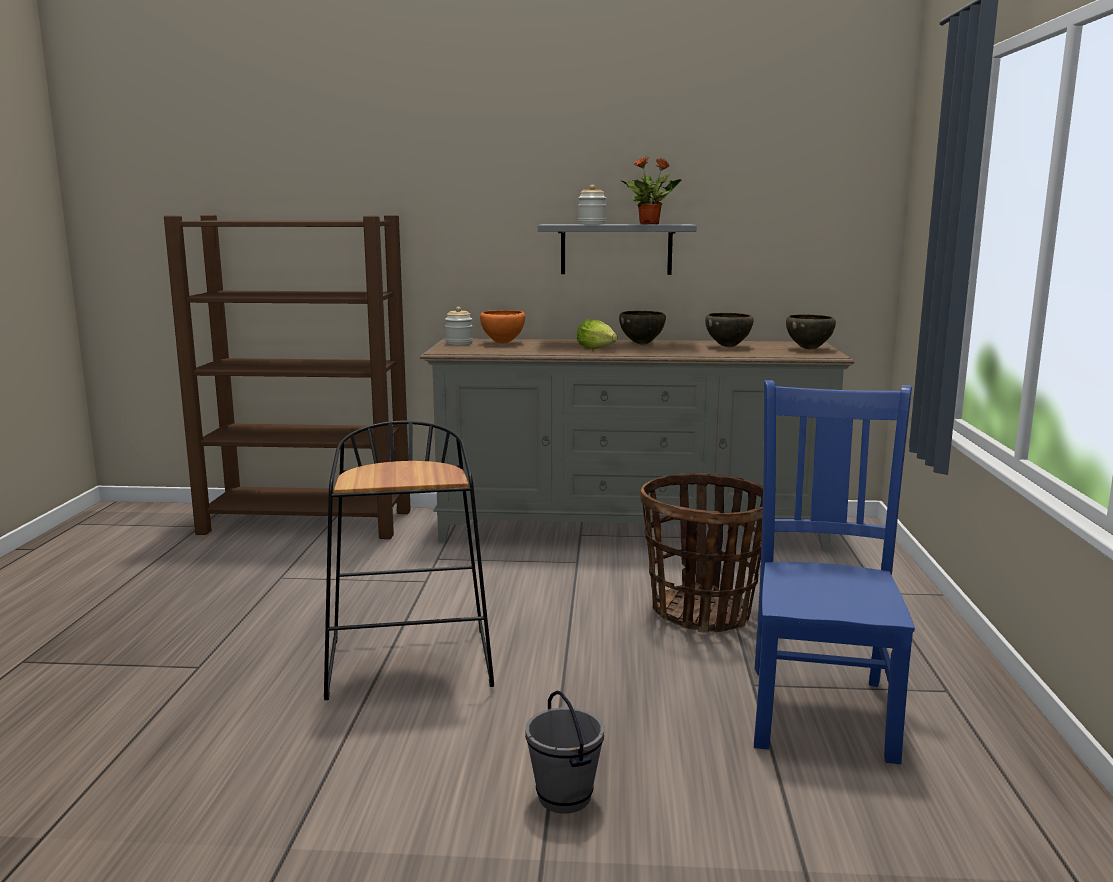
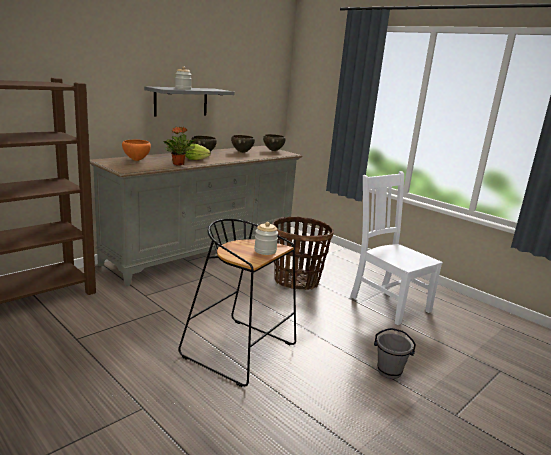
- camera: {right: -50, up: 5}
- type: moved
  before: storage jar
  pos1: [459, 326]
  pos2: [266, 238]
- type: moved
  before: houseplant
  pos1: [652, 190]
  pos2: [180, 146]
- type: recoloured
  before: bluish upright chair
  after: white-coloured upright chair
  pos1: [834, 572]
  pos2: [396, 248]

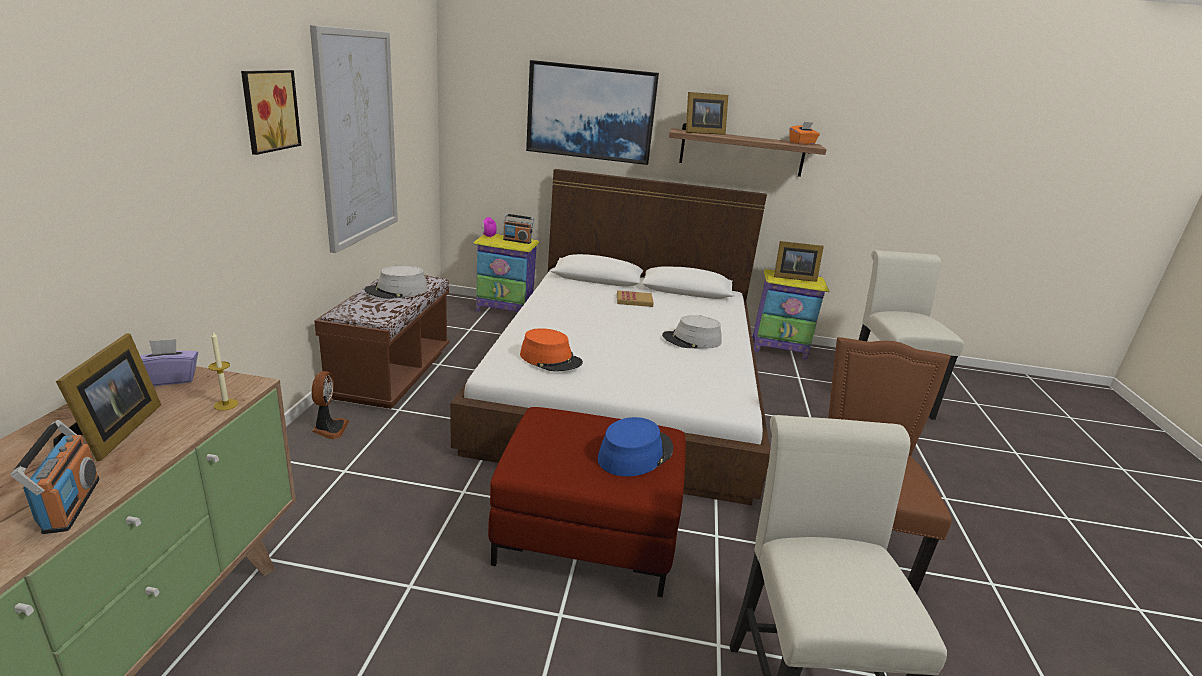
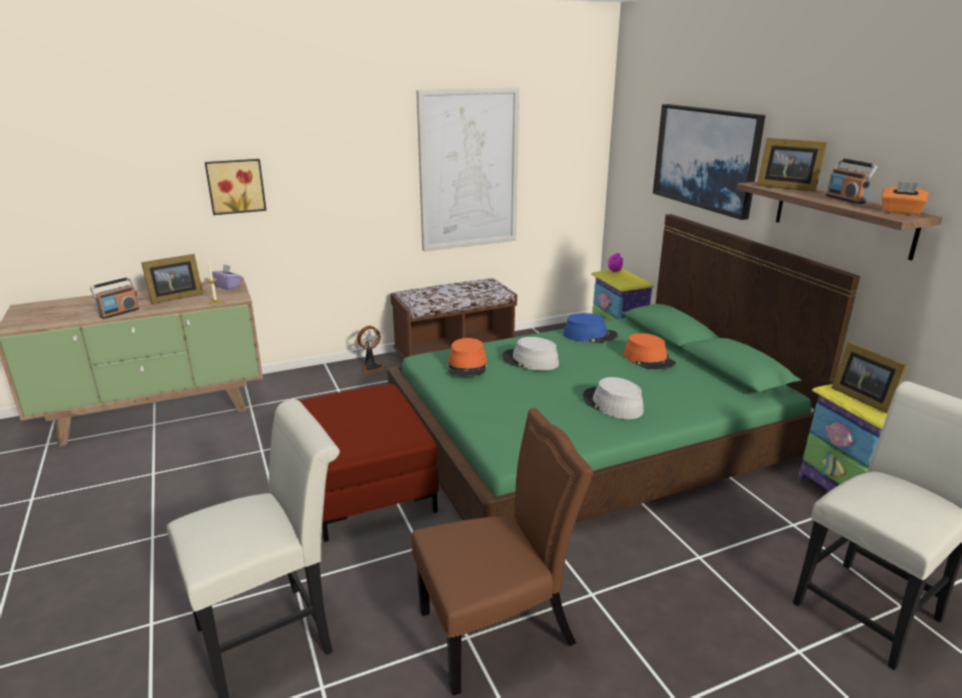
- camera: {right: 60, up: 0}
- type: moved
  before: picture
  pos1: [271, 112]
  pos2: [236, 187]
- type: moved
  before: gray clothing hat
  pos1: [396, 282]
  pos2: [530, 353]
- type: recoloured
  before: white-coloured bedroom bed
  after: green bedroom bed
  pos1: [610, 337]
  pos2: [623, 368]
- type: moved
  before: radio
  pos1: [518, 229]
  pos2: [852, 181]
- type: moved
  before: bluish clothing hat
  pos1: [635, 446]
  pos2: [590, 328]
- type: replaced
  before: volume
  after: orange-coloured clothing hat
  pos1: [635, 298]
  pos2: [650, 351]

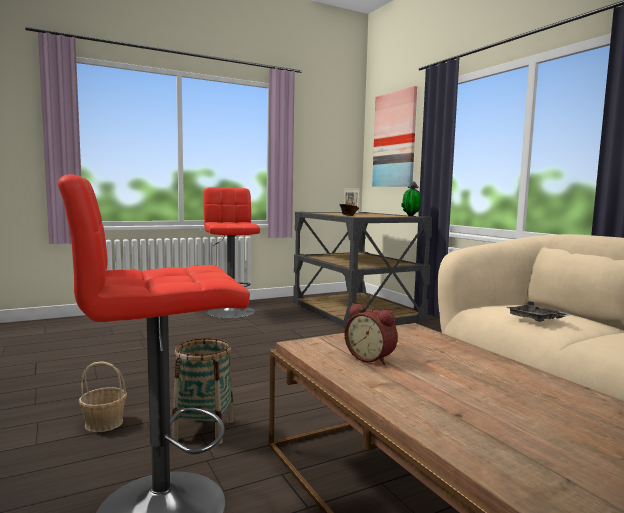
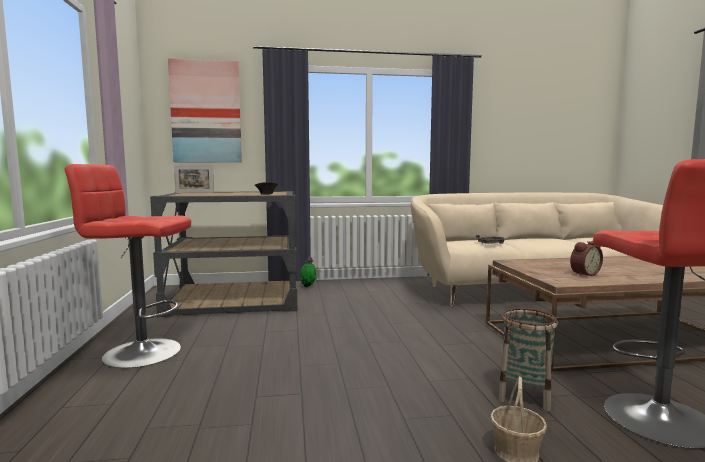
- camera: {right: -70, up: 0}
- type: moved
  before: houseplant
  pos1: [411, 198]
  pos2: [308, 271]

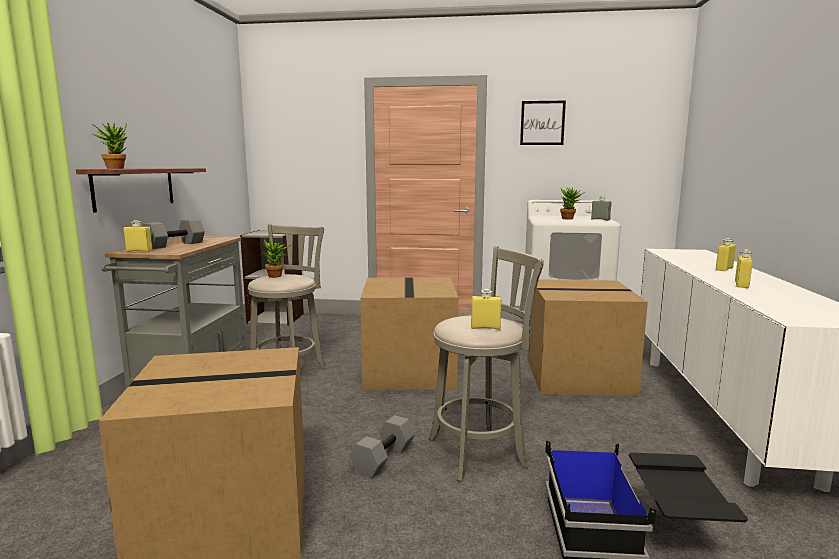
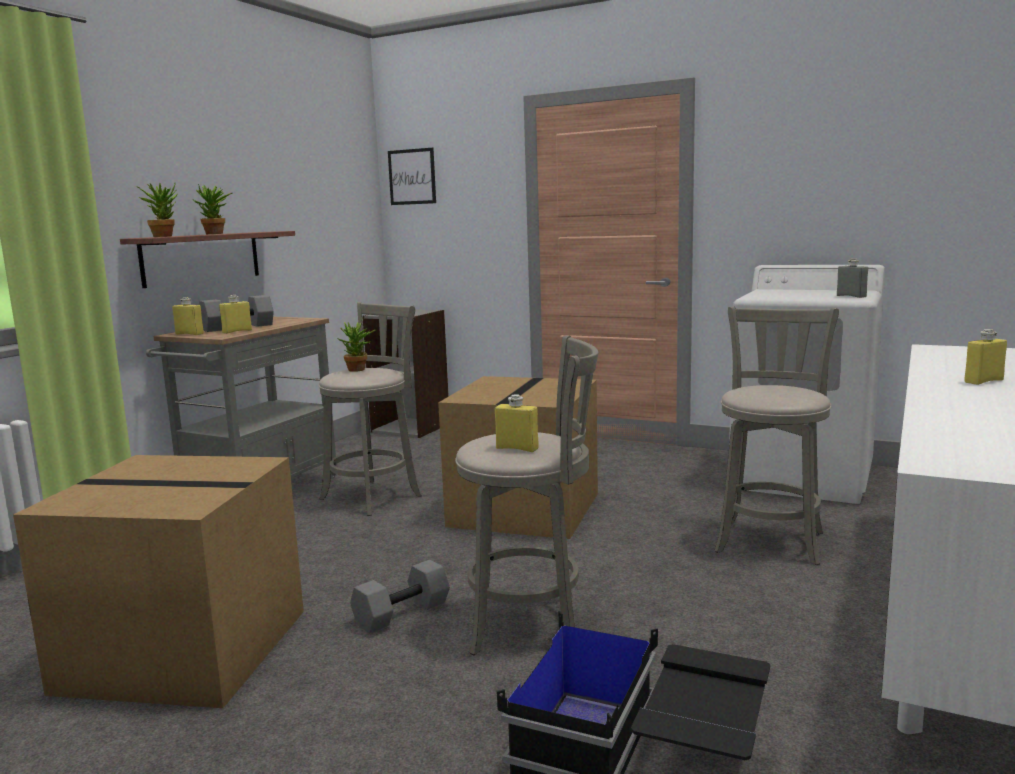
- camera: {right: 20, up: 0}
- type: moved
  before: picture
  pos1: [543, 123]
  pos2: [412, 176]
- type: replaced
  before: carton
  after: gray stool seat
  pos1: [587, 337]
  pos2: [776, 436]
- type: moved
  before: houseplant
  pos1: [572, 203]
  pos2: [213, 209]
- type: moved
  before: yellow beverage bottle
  pos1: [744, 268]
  pos2: [235, 314]

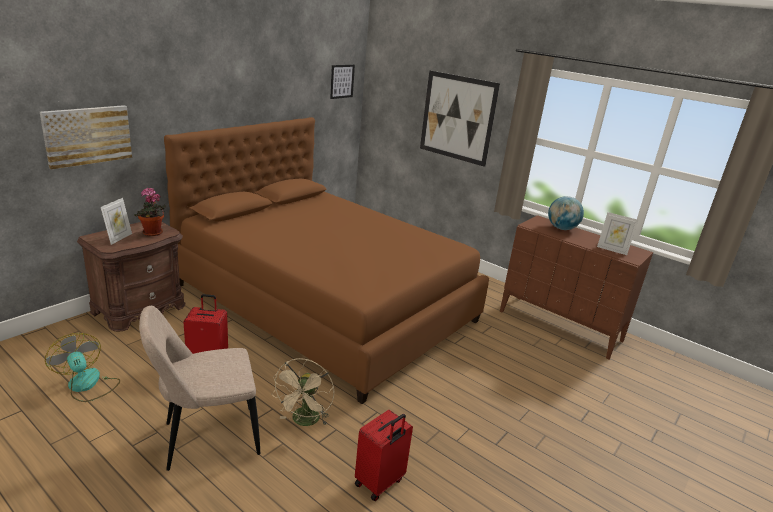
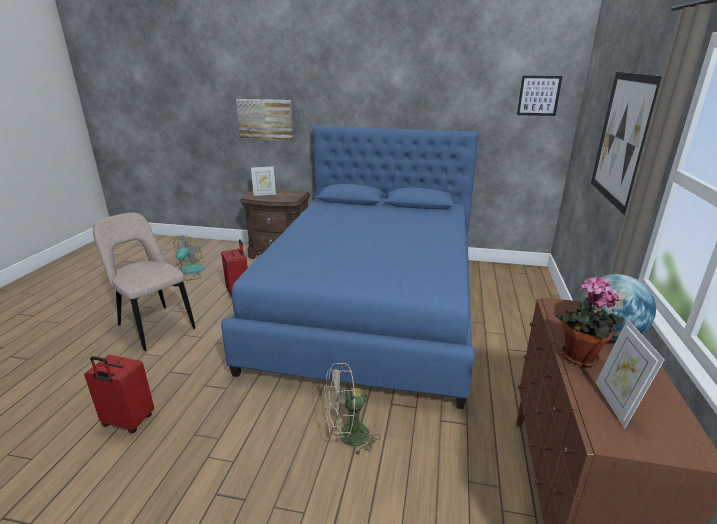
- camera: {right: 65, up: 0}
- type: moved
  before: houseplant
  pos1: [150, 212]
  pos2: [590, 321]
- type: recoloured
  before: brown bedroom bed
  after: bluish bedroom bed
  pos1: [326, 260]
  pos2: [350, 267]
- type: moved
  before: sand-coloured cooling fan
  pos1: [302, 392]
  pos2: [352, 409]

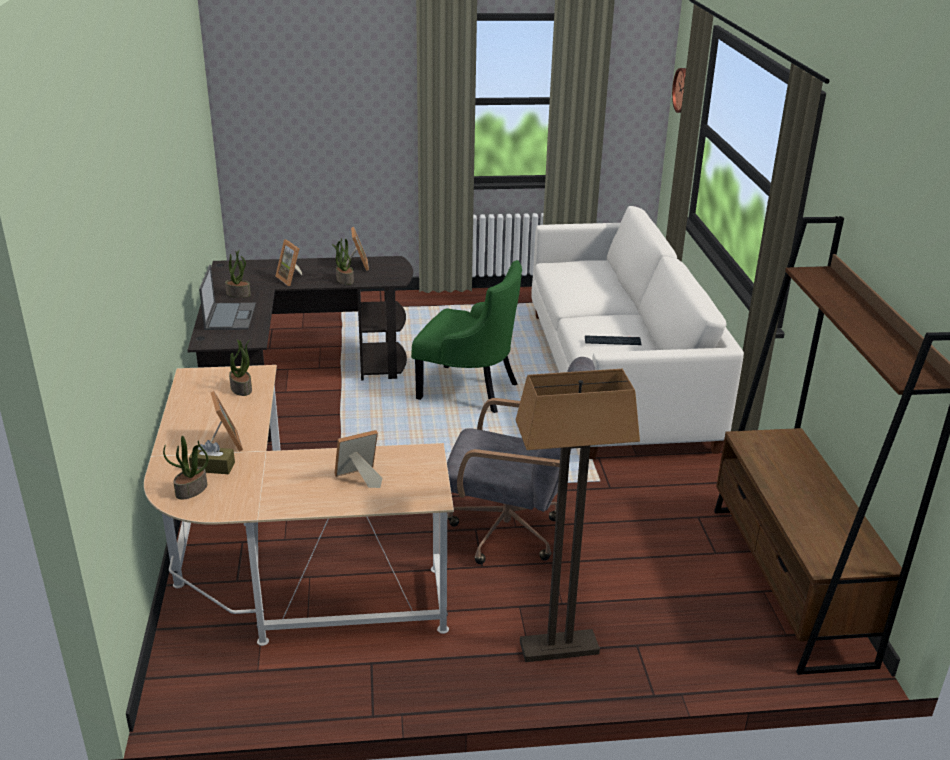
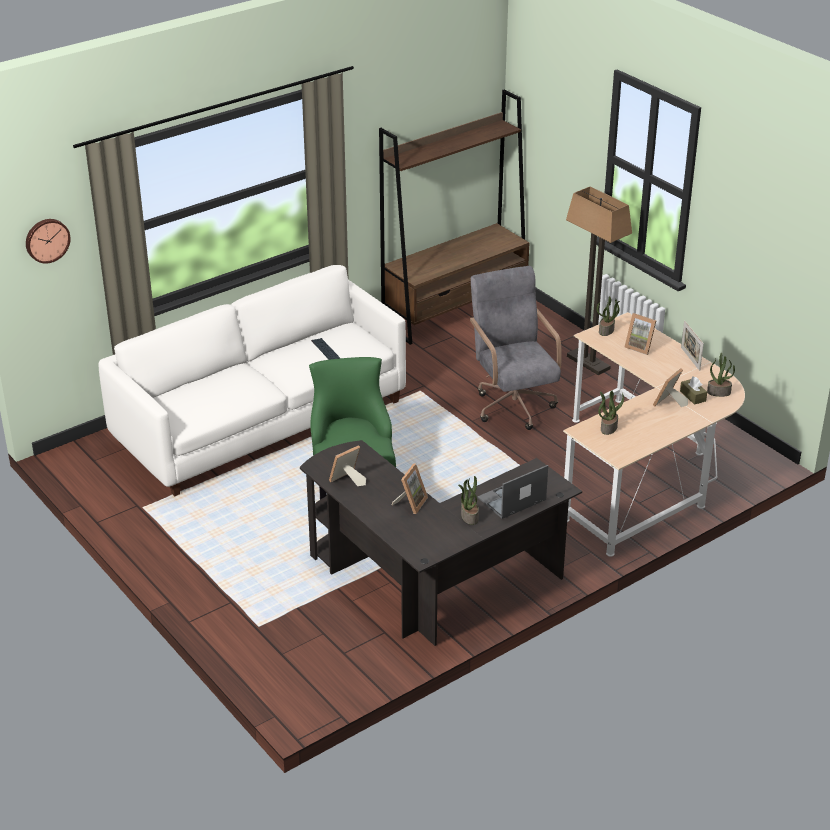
- camera: {right: -120, up: 5}
- type: moved
  before: houseplant
  pos1: [343, 261]
  pos2: [608, 316]
- type: added
  after: picture frame
  pos2: [692, 346]

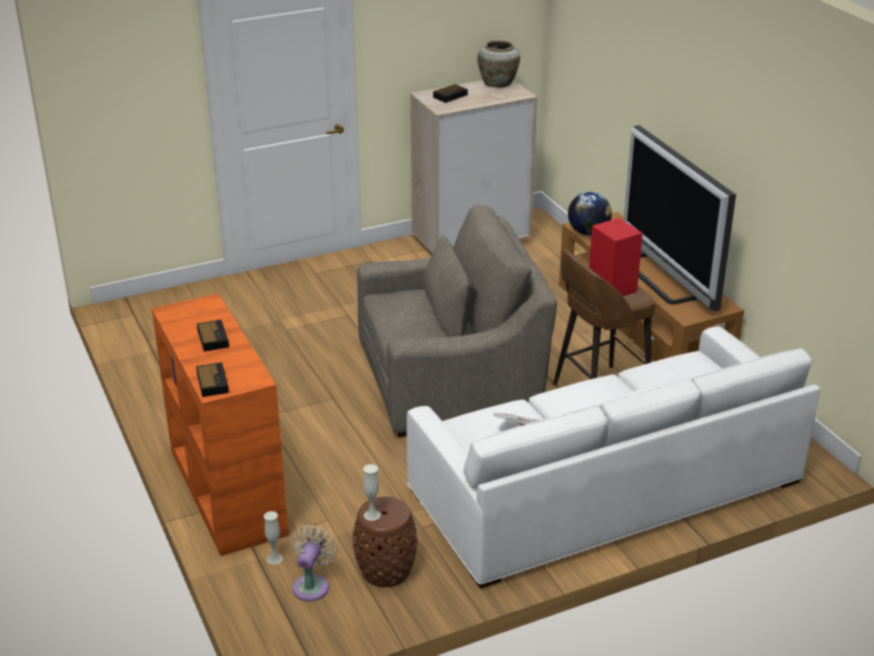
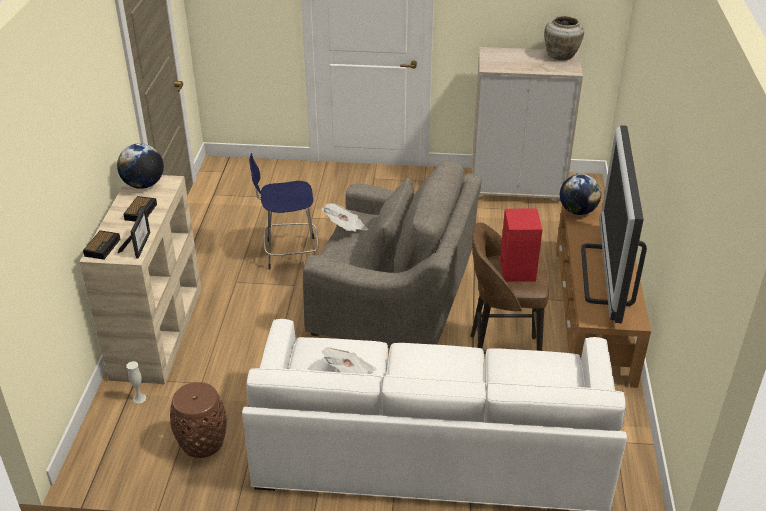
- camera: {right: 30, up: 5}
- type: recoloured
  before: orange-coloured bookshelf
  after: sand-coloured bookshelf
  pos1: [220, 424]
  pos2: [140, 279]
- type: removed
  before: sand-coloured cooling fan
  pos1: [314, 563]
- type: removed
  before: white-coloured decorative vase
  pos1: [372, 492]
- type: removed
  before: alarm clock
  pos1: [450, 93]
- type: added
  after: globe
  pos2: [140, 166]
- type: added
  after: picture frame
  pos2: [134, 232]
- type: added
  after: bluish stool seat
  pos2: [284, 211]
- type: added
  after: printed paper
  pos2: [344, 217]

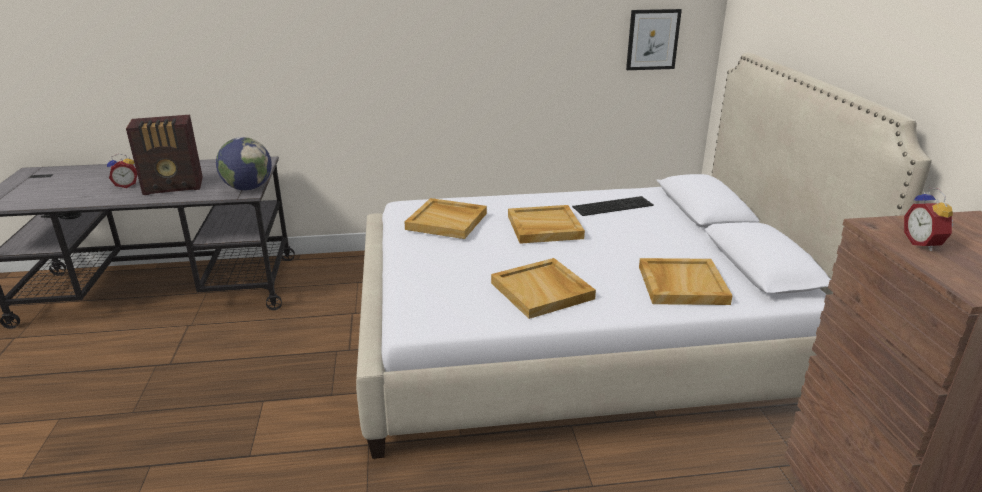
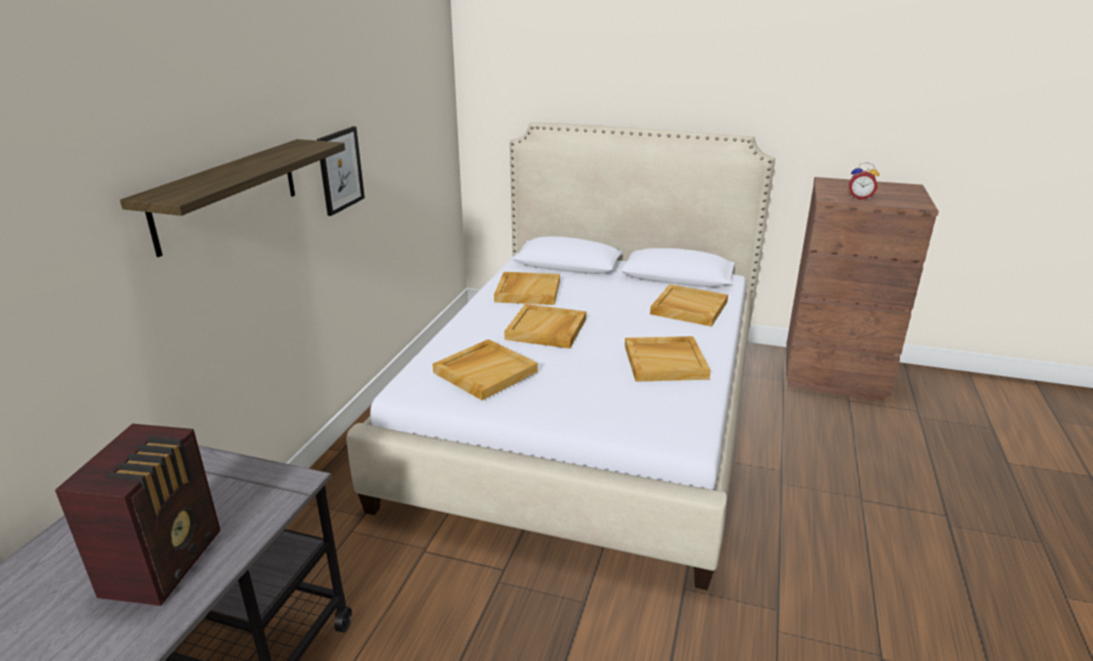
- camera: {right: -65, up: 0}
- type: removed
  before: alarm clock
  pos1: [122, 171]
- type: removed
  before: globe
  pos1: [244, 163]
- type: replaced
  before: keyboard
  after: sand-coloured serving tray
  pos1: [613, 206]
  pos2: [527, 288]
- type: moved
  before: picture
  pos1: [654, 39]
  pos2: [341, 171]
- type: added
  after: shelf
  pos2: [232, 198]

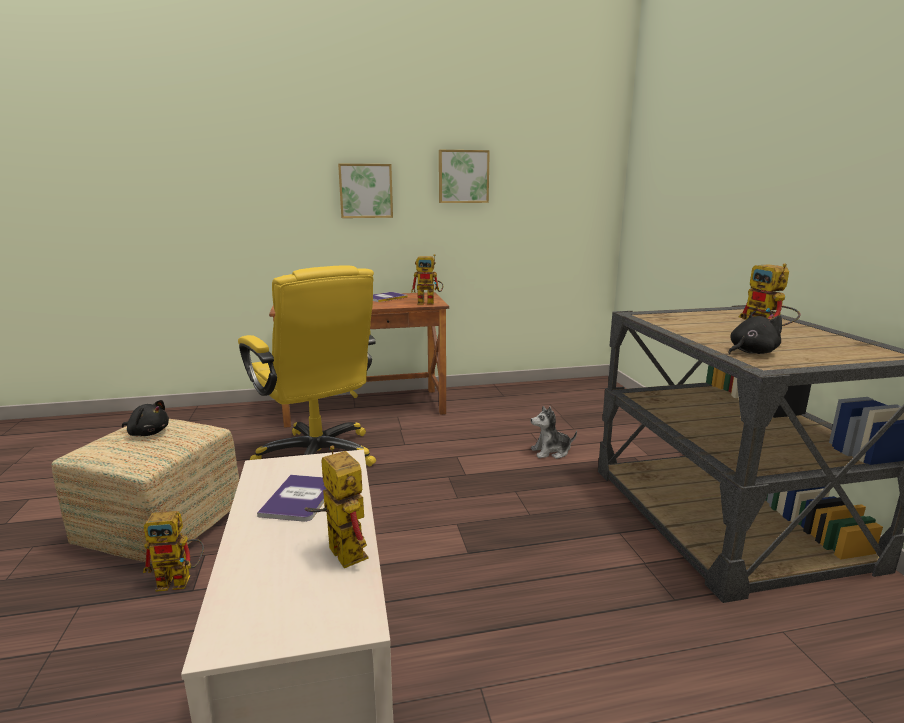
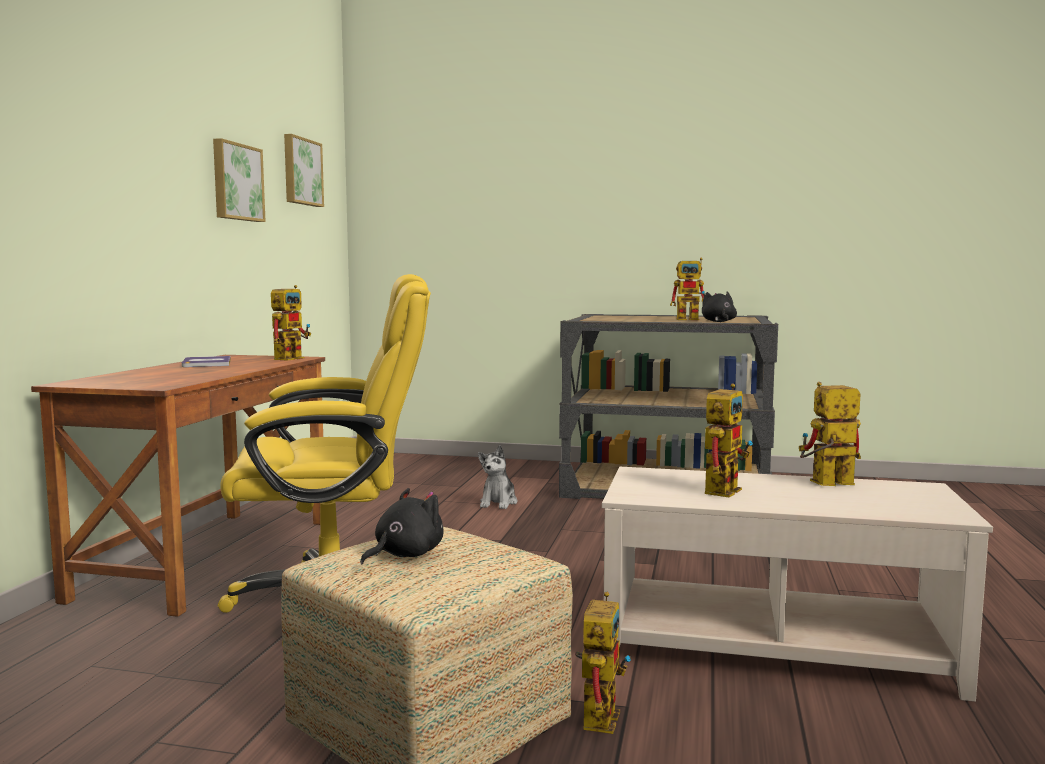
- camera: {right: -65, up: -10}
- type: replaced
  before: volume
  after: robot figure
  pos1: [291, 498]
  pos2: [729, 440]
- type: moved
  before: picture
  pos1: [365, 191]
  pos2: [304, 170]

